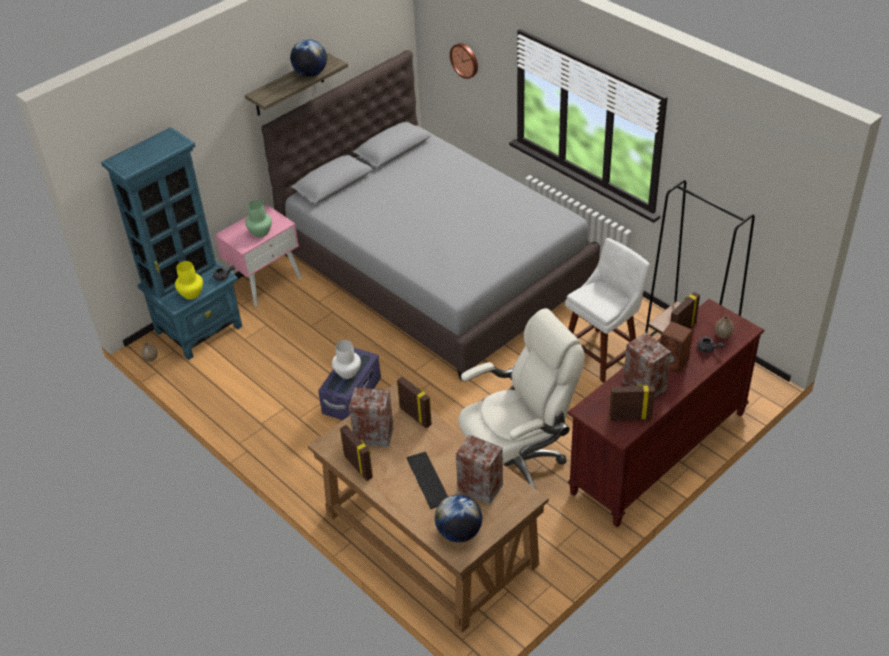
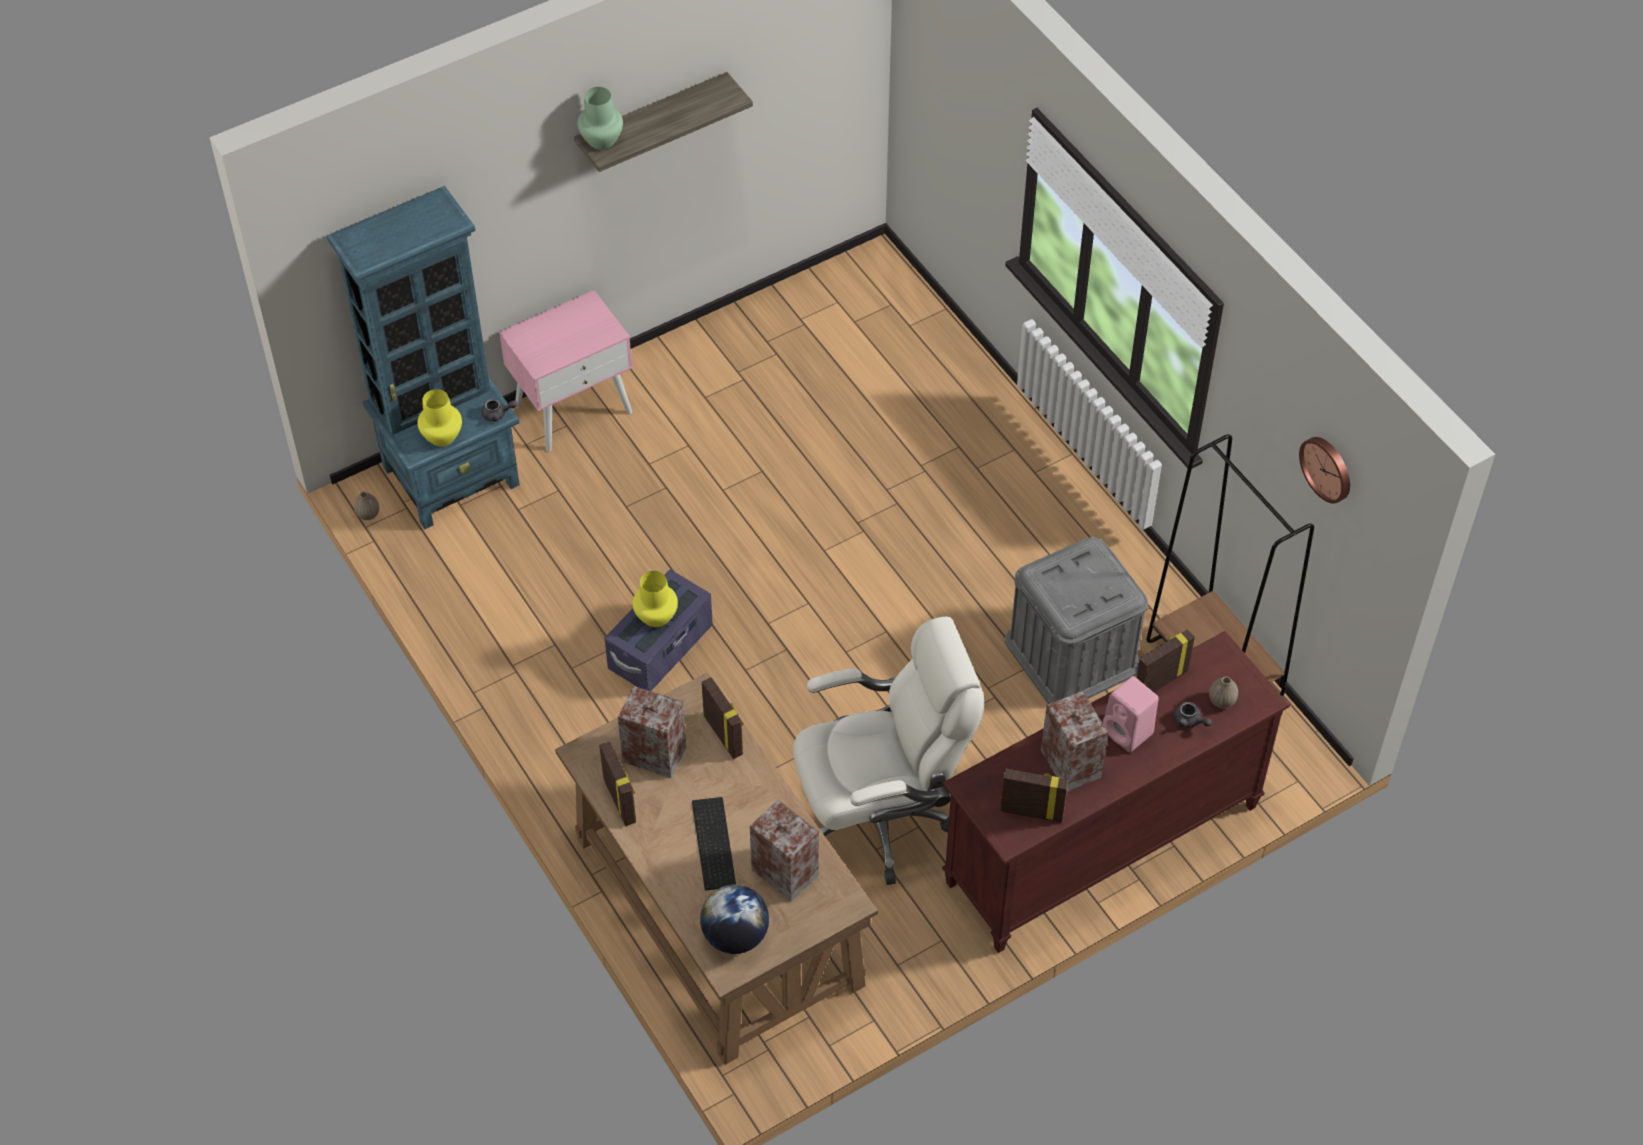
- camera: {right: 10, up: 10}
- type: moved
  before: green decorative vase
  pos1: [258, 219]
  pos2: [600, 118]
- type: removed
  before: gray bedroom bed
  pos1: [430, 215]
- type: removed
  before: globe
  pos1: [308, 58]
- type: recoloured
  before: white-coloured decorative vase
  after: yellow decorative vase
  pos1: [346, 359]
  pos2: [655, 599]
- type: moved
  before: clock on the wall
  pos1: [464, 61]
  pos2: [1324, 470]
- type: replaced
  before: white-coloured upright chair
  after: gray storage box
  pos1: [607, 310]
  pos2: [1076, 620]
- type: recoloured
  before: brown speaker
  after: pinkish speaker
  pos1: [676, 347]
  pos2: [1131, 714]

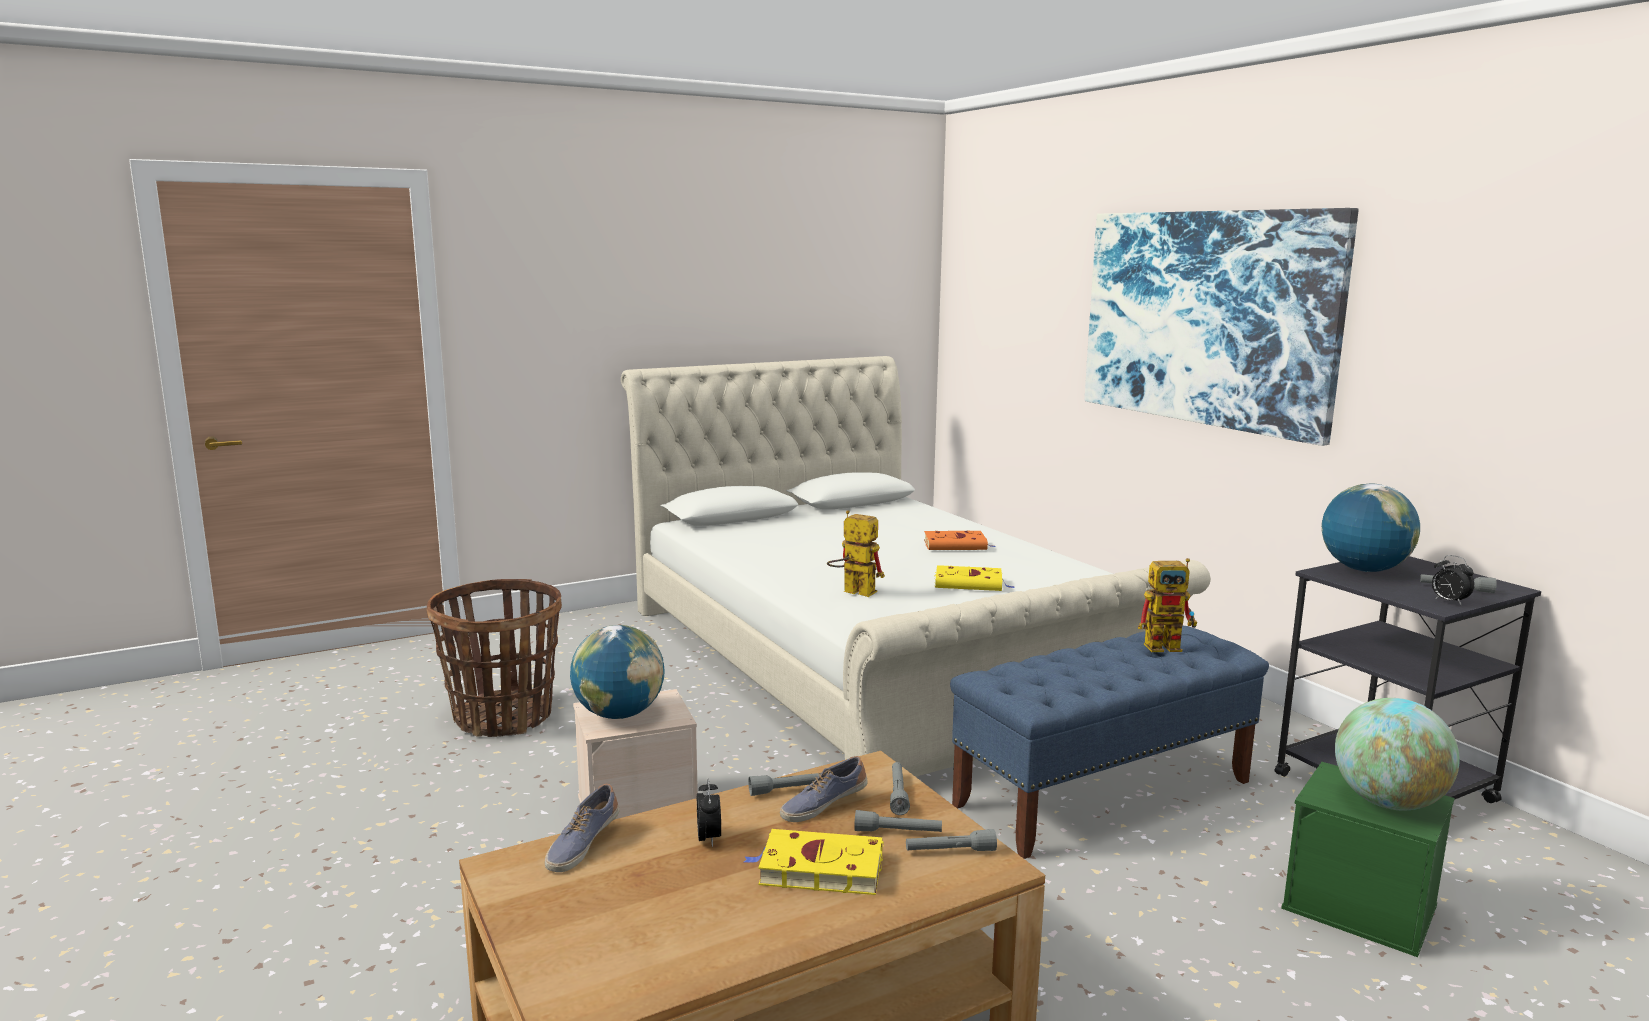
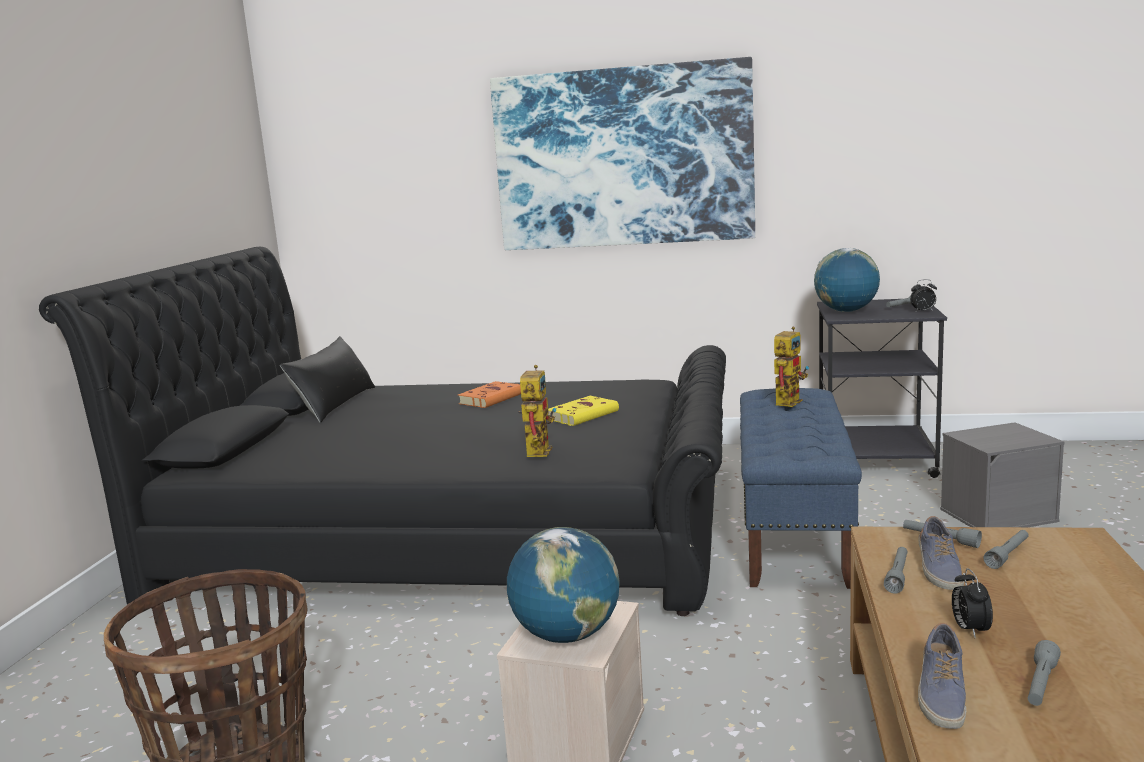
- camera: {right: -50, up: 0}
- type: turned
  before: shoe
  pos1: [582, 828]
  pos2: [942, 676]
  turn: 45
- type: recoloured
  before: sand-coloured bedroom bed
  after: black-coloured bedroom bed
  pos1: [916, 566]
  pos2: [382, 431]
- type: turned
  before: alarm clock
  pos1: [709, 813]
  pos2: [972, 602]
  turn: -120
- type: removed
  before: yellow volume
  pos1: [814, 862]
- type: turned
  before: robot figure
  pos1: [856, 553]
  pos2: [537, 411]
  turn: 120
- type: moved
  before: gray hand torch
  pos1: [951, 840]
  pos2: [1044, 673]
- type: recoloured
  before: green storage box
  after: gray storage box
  pos1: [1368, 859]
  pos2: [1002, 474]
- type: removed
  before: globe
  pos1: [1397, 754]
- type: added
  after: black-coloured throw pillow
  pos2: [327, 379]

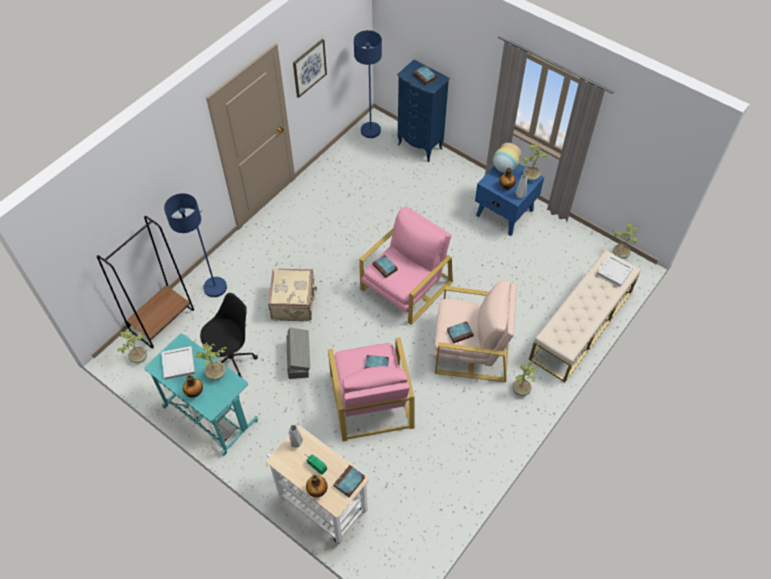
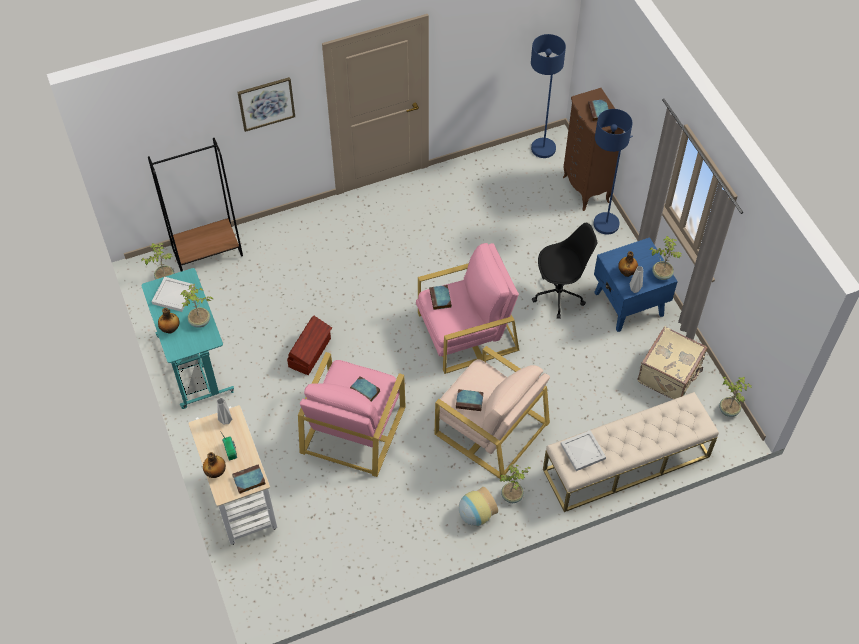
- camera: {right: 30, up: 0}
- type: moved
  before: bluish standard lamp
  pos1: [195, 245]
  pos2: [613, 172]
- type: moved
  before: black-coloured office chair
  pos1: [229, 335]
  pos2: [565, 271]
- type: moved
  before: sand-coloured travel case
  pos1: [292, 294]
  pos2: [673, 362]
- type: recoloured
  before: gray storage box
  after: brown storage box
  pos1: [298, 353]
  pos2: [309, 345]
- type: moved
  before: picture
  pos1: [310, 68]
  pos2: [266, 104]
- type: recoloured
  before: bluish chest of drawers
  after: brown chest of drawers
  pos1: [423, 111]
  pos2: [593, 149]
- type: moved
  before: decorative vase
  pos1: [507, 158]
  pos2: [478, 506]
- type: moved
  before: white-coloured serving tray
  pos1: [615, 271]
  pos2: [583, 450]

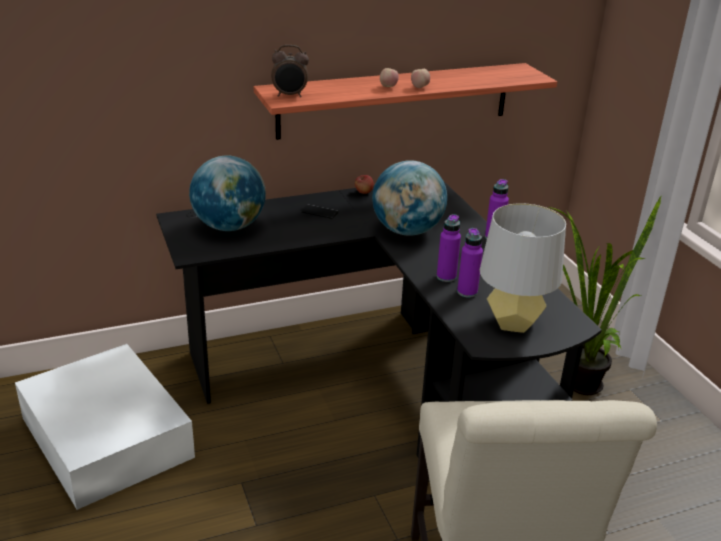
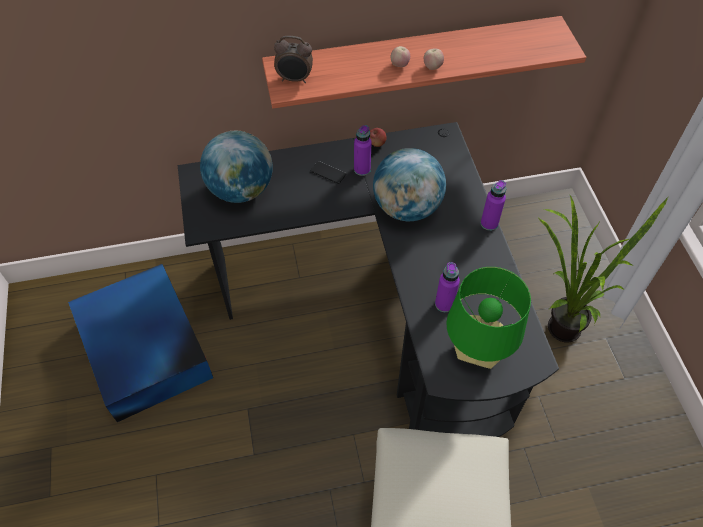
- camera: {right: 10, up: 25}
- type: recoloured
  before: white-coloured storage box
  after: bluish storage box
  pos1: [105, 427]
  pos2: [140, 343]
- type: moved
  before: purple beverage bottle
  pos1: [449, 248]
  pos2: [363, 150]
- type: recoloured
  before: gray table lamp
  after: green table lamp
  pos1: [523, 268]
  pos2: [488, 318]

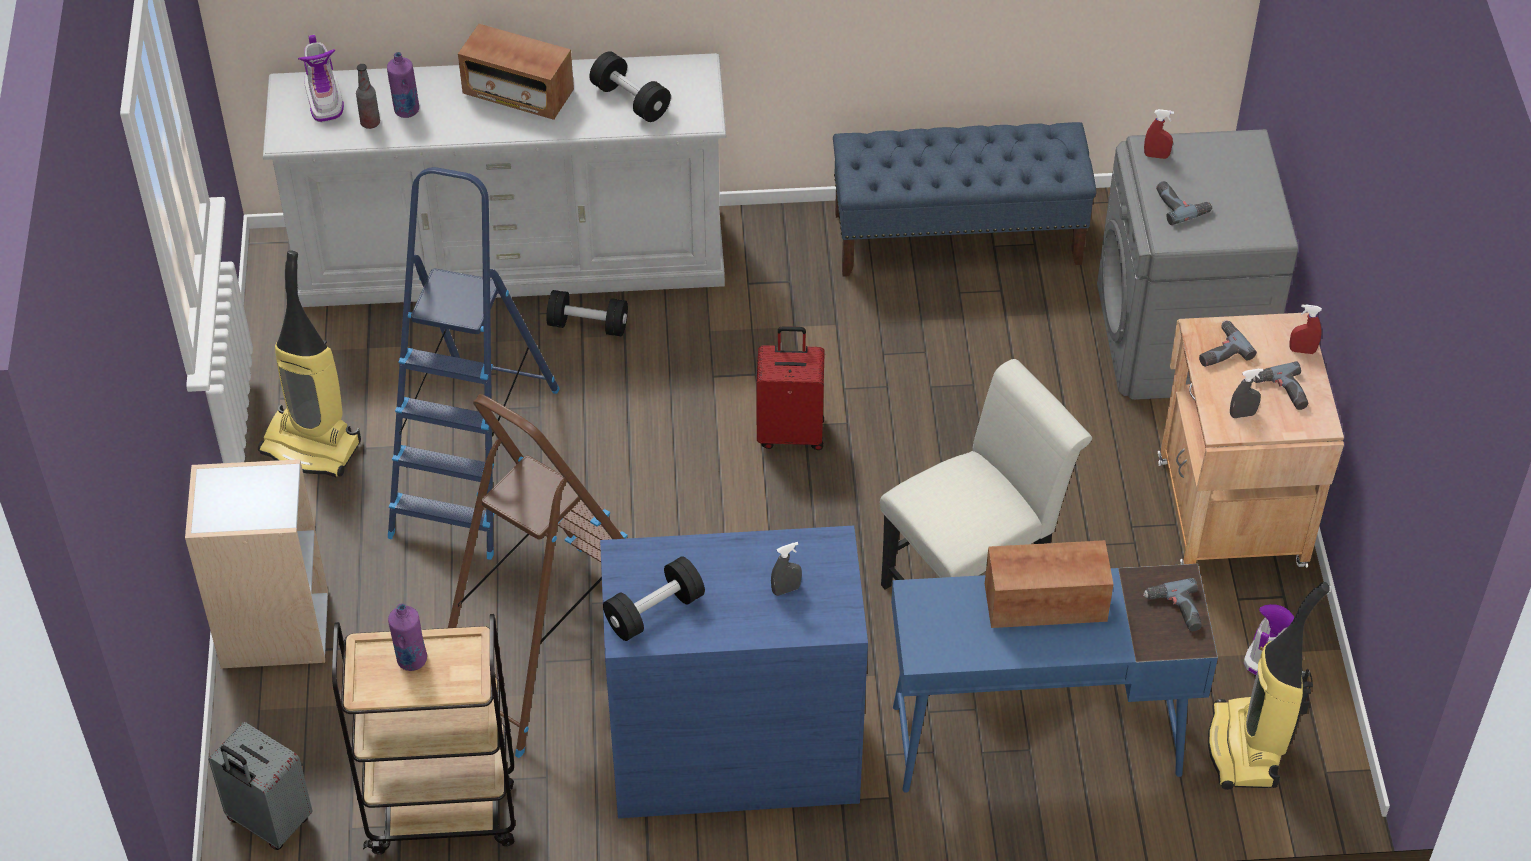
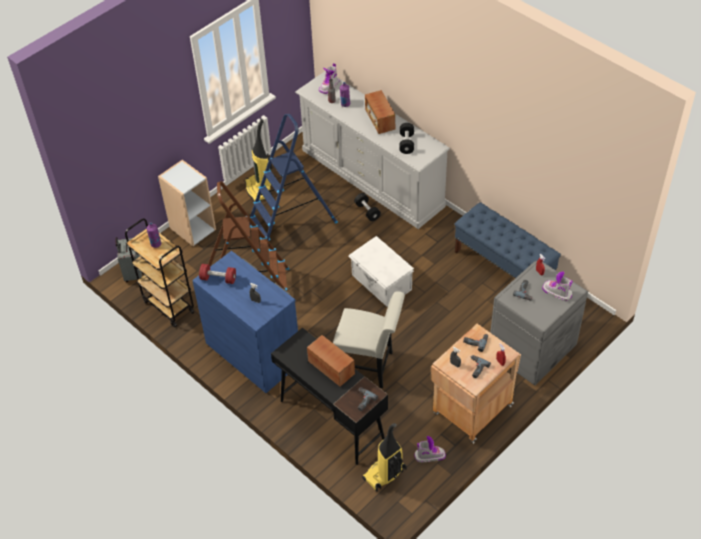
- camera: {right: 50, up: 0}
- type: recoloured
  before: black-coloured hand weight
  after: red hand weight
  pos1: [654, 598]
  pos2: [217, 274]
- type: replaced
  before: red travel case
  after: white-coloured storage box
  pos1: [790, 388]
  pos2: [381, 271]
- type: recoloured
  before: bluish desk table
  after: black-coloured desk table
  pos1: [1054, 678]
  pos2: [329, 396]
- type: added
  after: boot
  pos2: [557, 286]

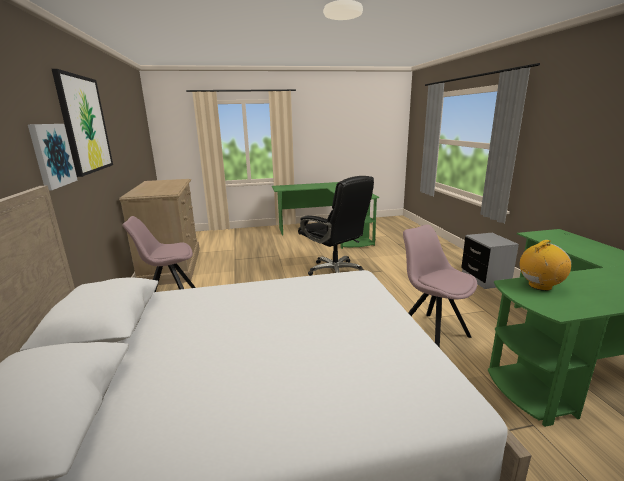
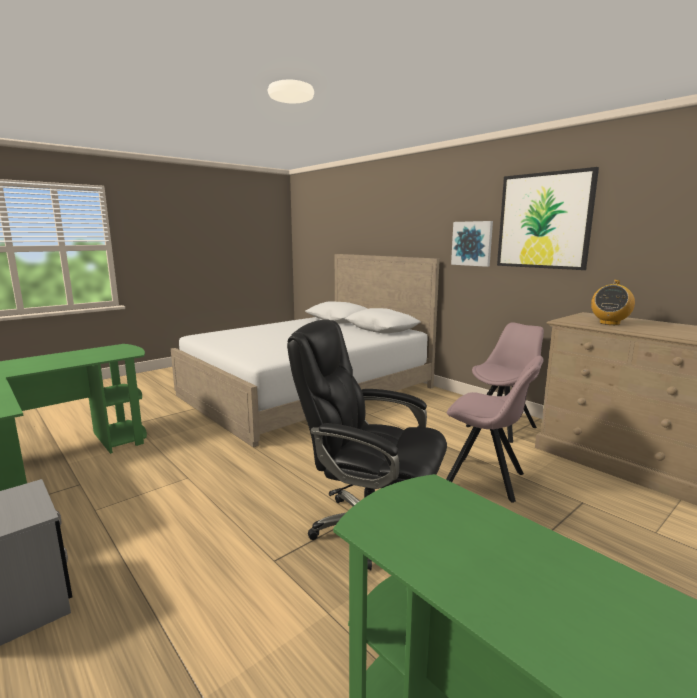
- camera: {right: 150, up: -5}
- type: moved
  before: pinkish upright chair
  pos1: [440, 286]
  pos2: [495, 429]
- type: moved
  before: radio
  pos1: [545, 265]
  pos2: [613, 302]

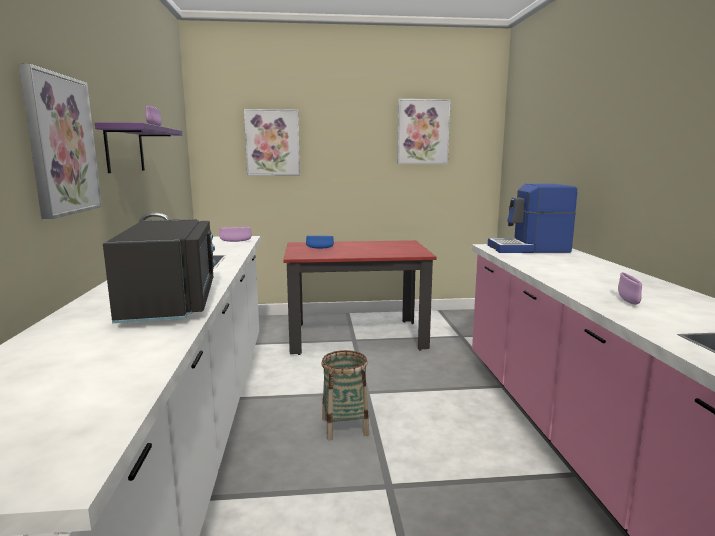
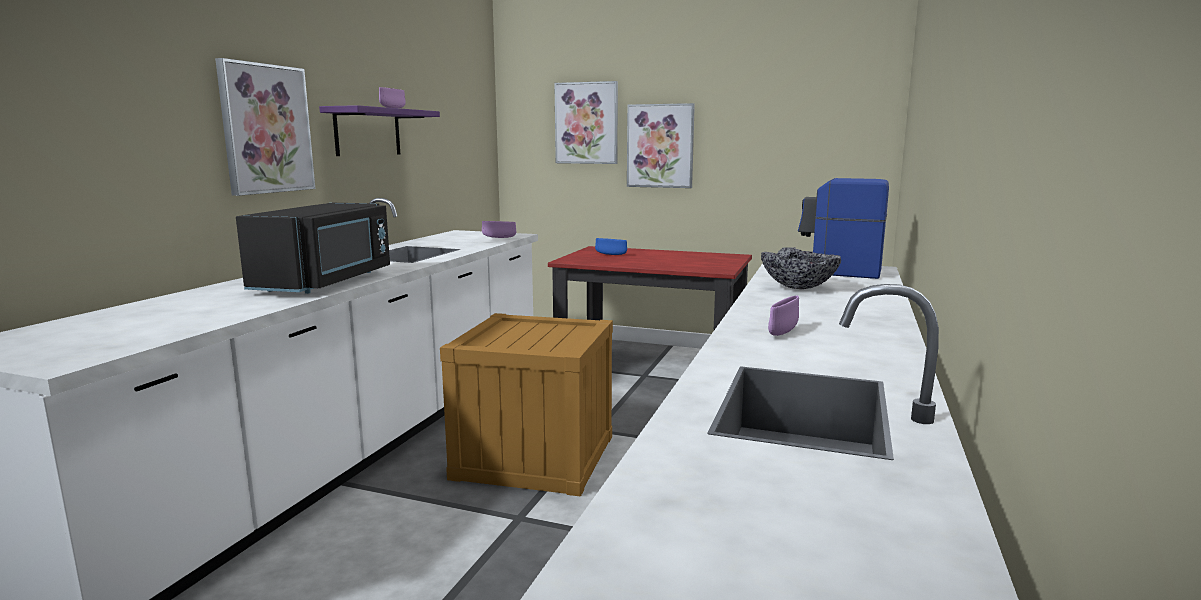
- camera: {right: 25, up: 0}
- type: replaced
  before: storage basket
  after: crate
  pos1: [345, 395]
  pos2: [526, 405]
- type: moved
  before: picture
  pos1: [424, 131]
  pos2: [661, 145]
- type: added
  after: serving bowl
  pos2: [801, 268]

